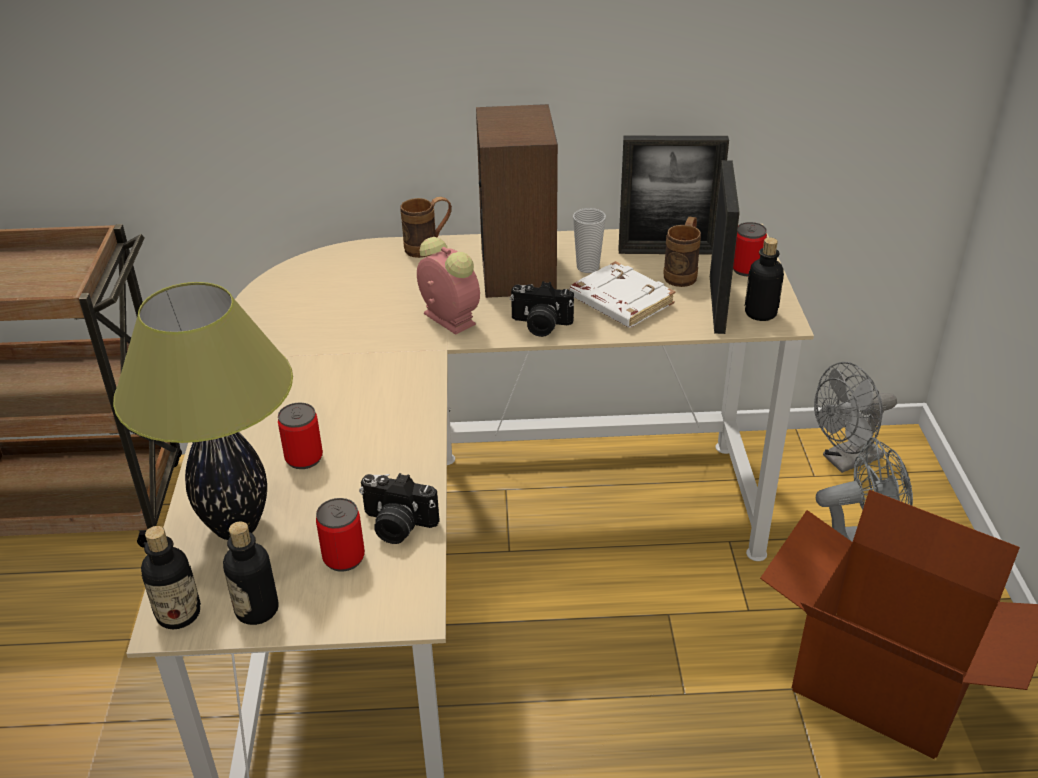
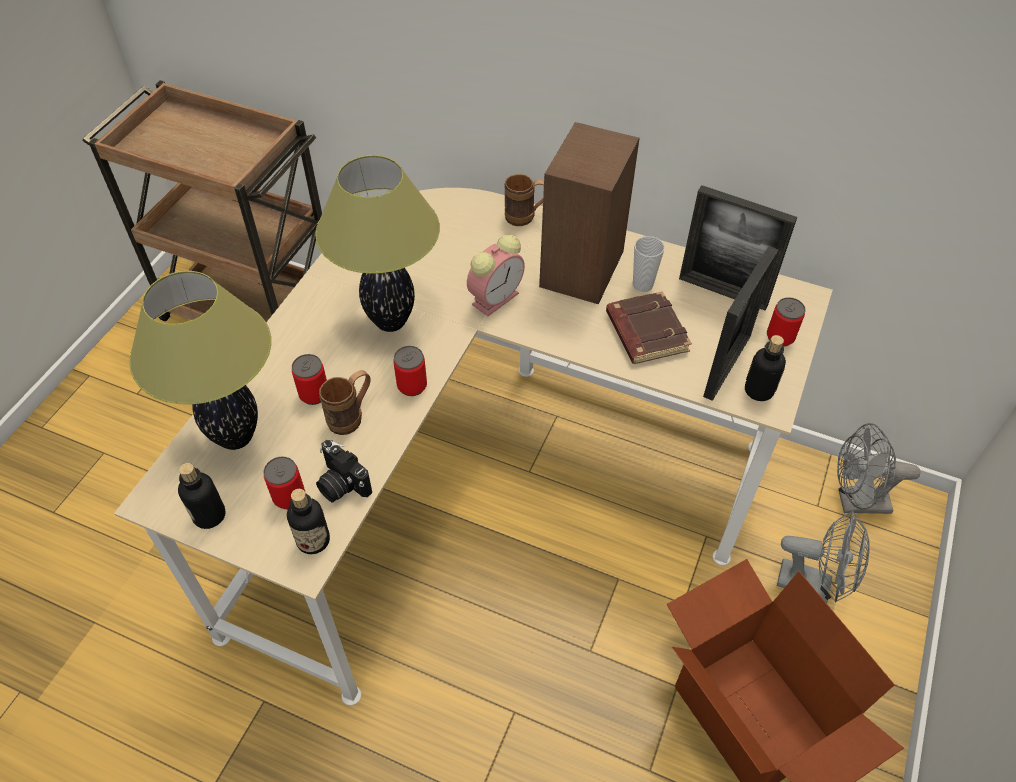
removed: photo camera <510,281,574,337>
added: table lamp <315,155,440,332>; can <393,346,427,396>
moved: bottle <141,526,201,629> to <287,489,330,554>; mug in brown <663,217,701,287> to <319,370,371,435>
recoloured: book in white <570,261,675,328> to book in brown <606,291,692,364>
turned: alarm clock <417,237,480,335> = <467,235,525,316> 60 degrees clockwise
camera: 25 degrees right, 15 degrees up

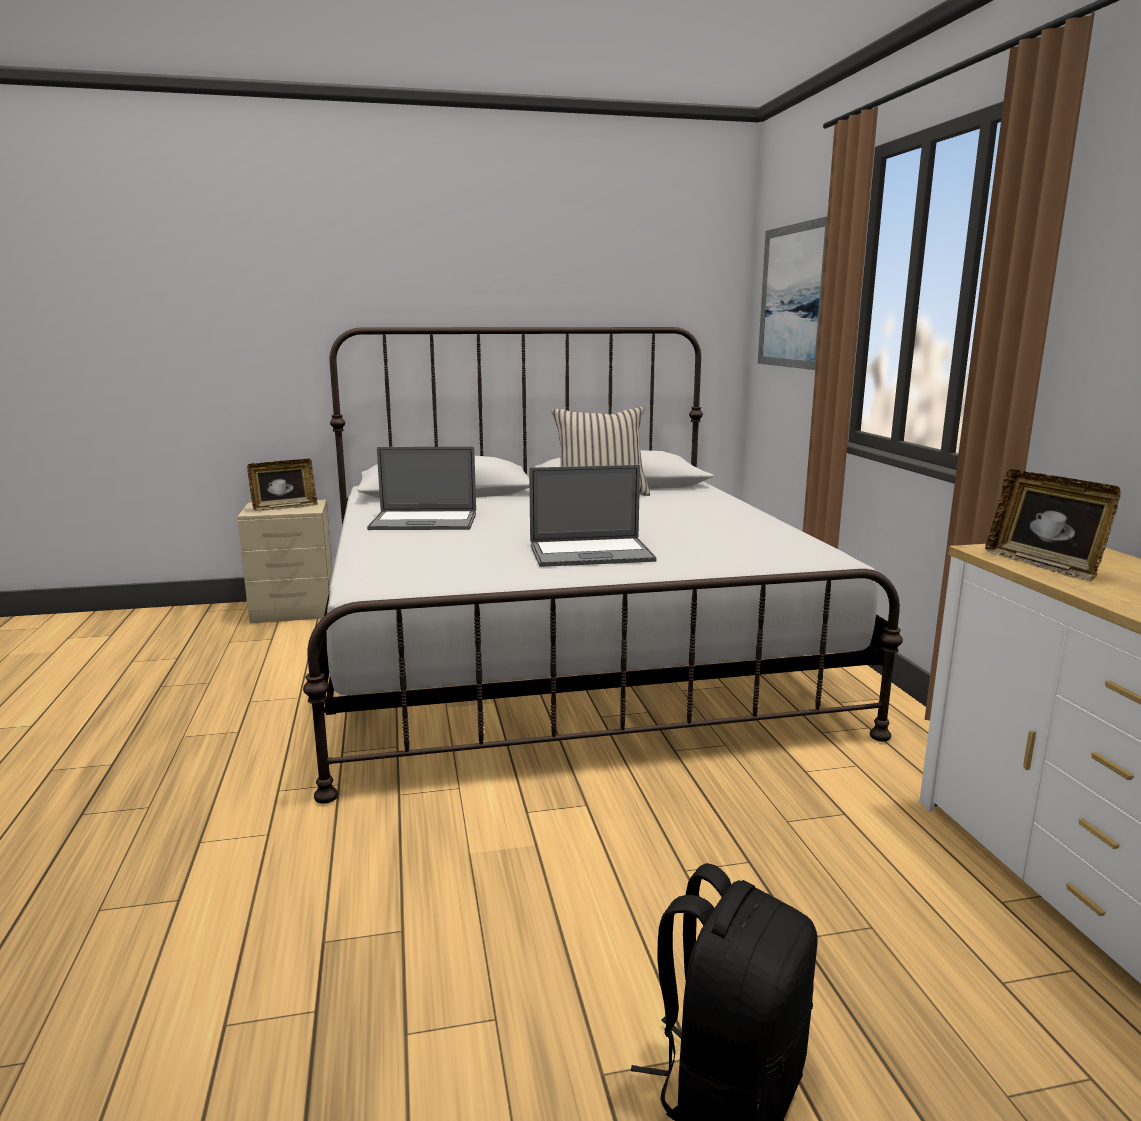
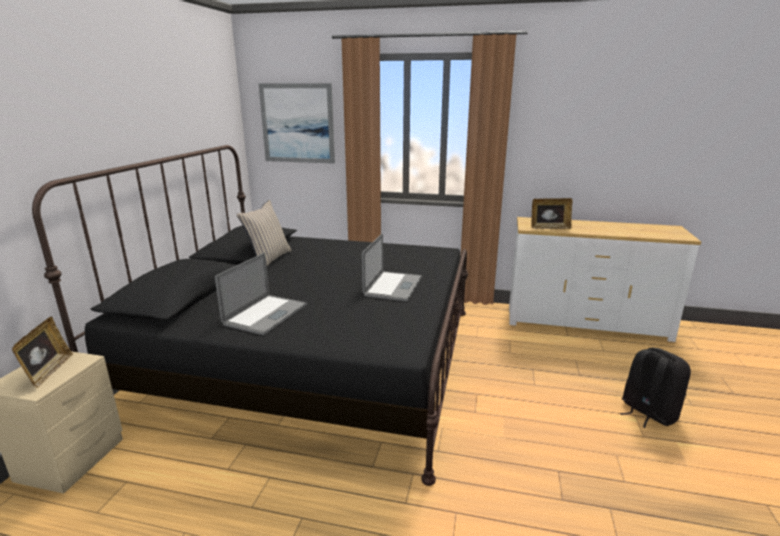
recoloured: bed in white <303,327,903,804> to bed in black <32,145,468,486>
camera: 65 degrees left, 5 degrees up

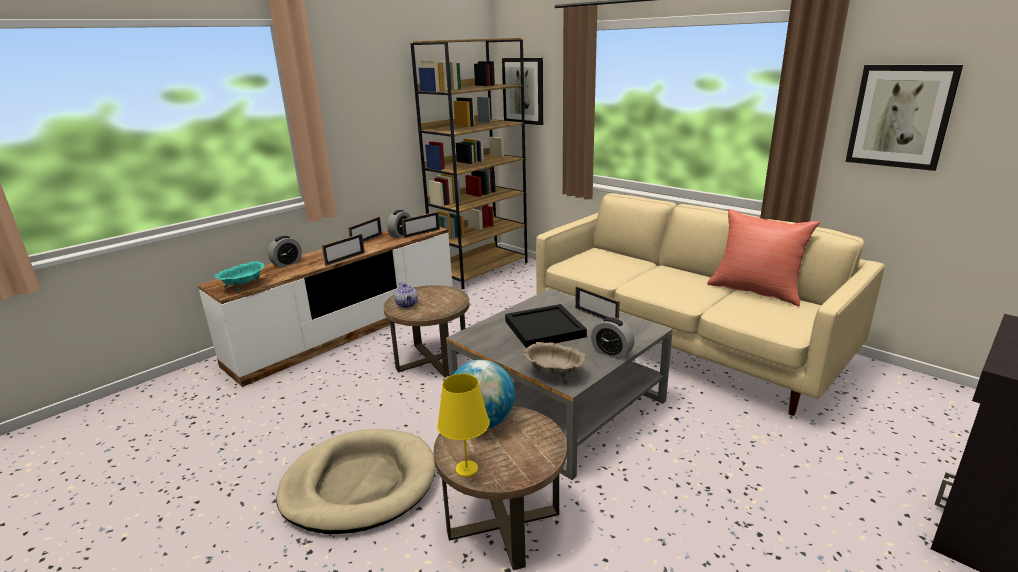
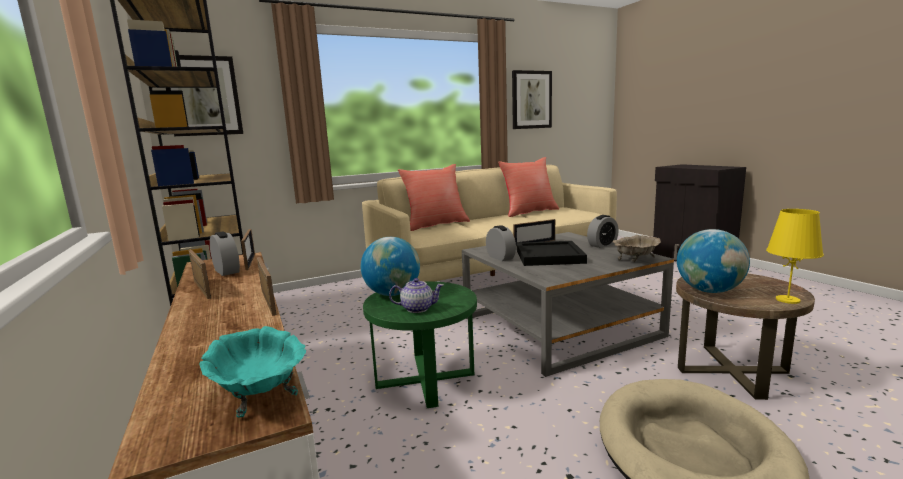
added: globe <361,237,420,296>; pillow in red <398,164,470,231>
moved: alarm clock <268,236,302,268> to <486,225,516,261>
recoloured: side table in brown <384,285,469,377> to side table in green <363,282,477,408>
camera: 70 degrees left, 10 degrees down

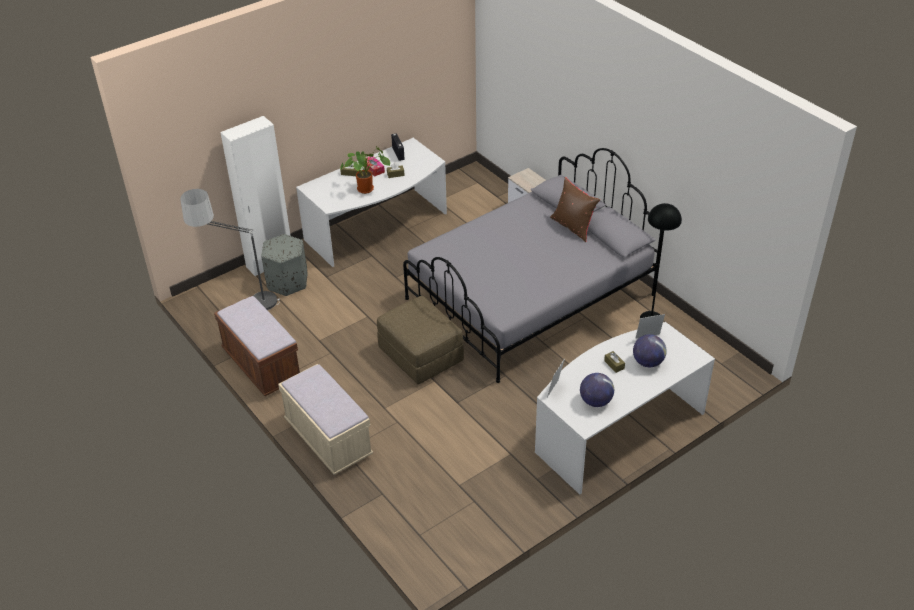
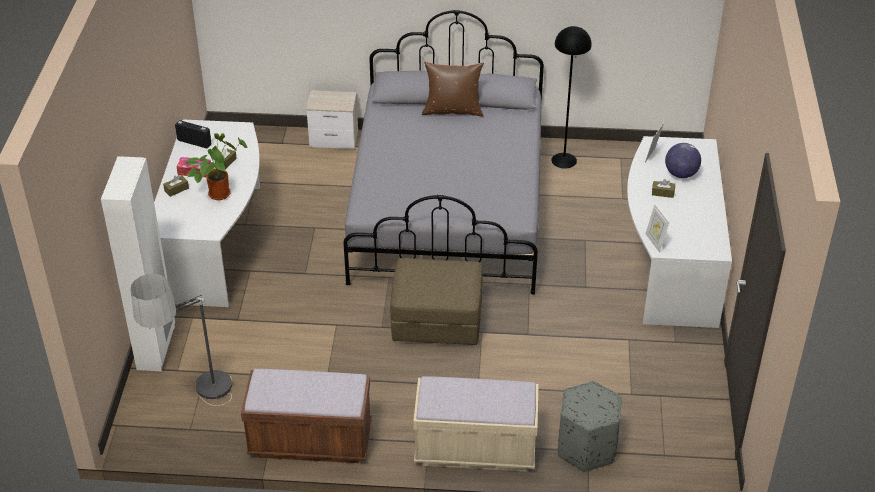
removed: globe <580,373,614,407>
moved: ottoman in grey <261,234,307,296> to <558,381,622,472>
camera: 50 degrees left, 0 degrees up

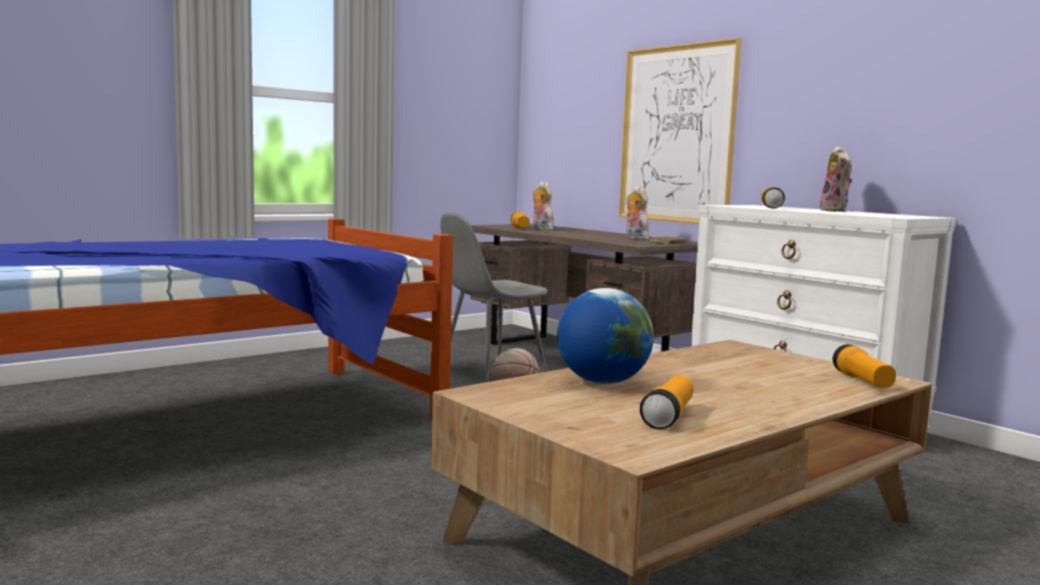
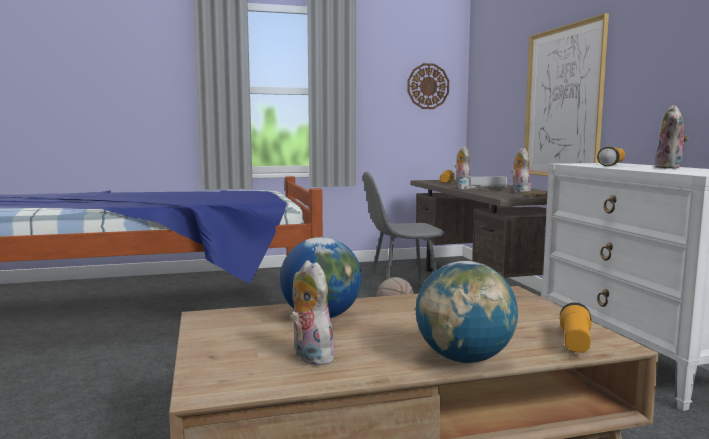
added: wall clock <407,63,449,109>; globe <416,261,518,363>; toy truck <459,176,507,190>
replaced: flashlight <640,376,693,429> to plush toy <290,260,335,366>
camera: 25 degrees right, 0 degrees up

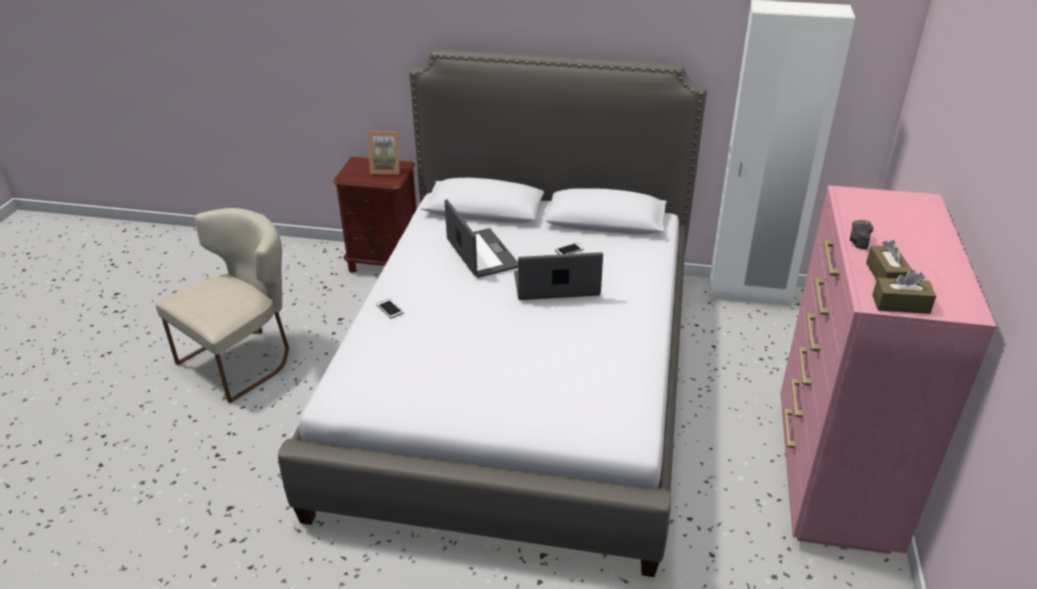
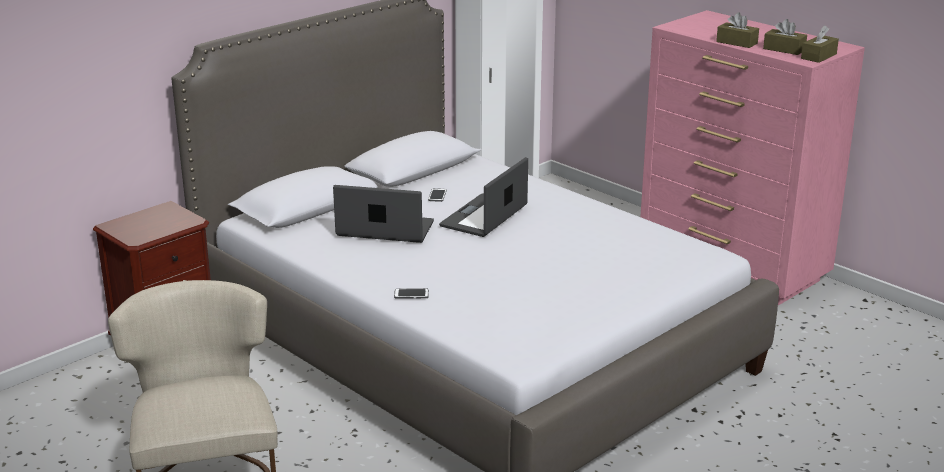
removed: picture frame <368,131,400,175>
replaced: photo camera <850,220,874,250> to tissue box in brown <716,13,759,48>
camera: 55 degrees left, 10 degrees down

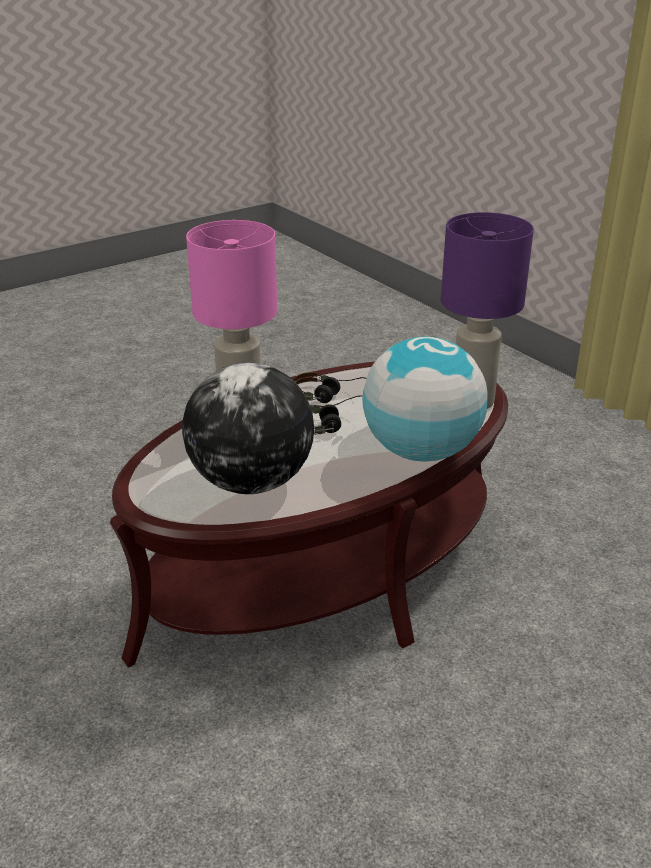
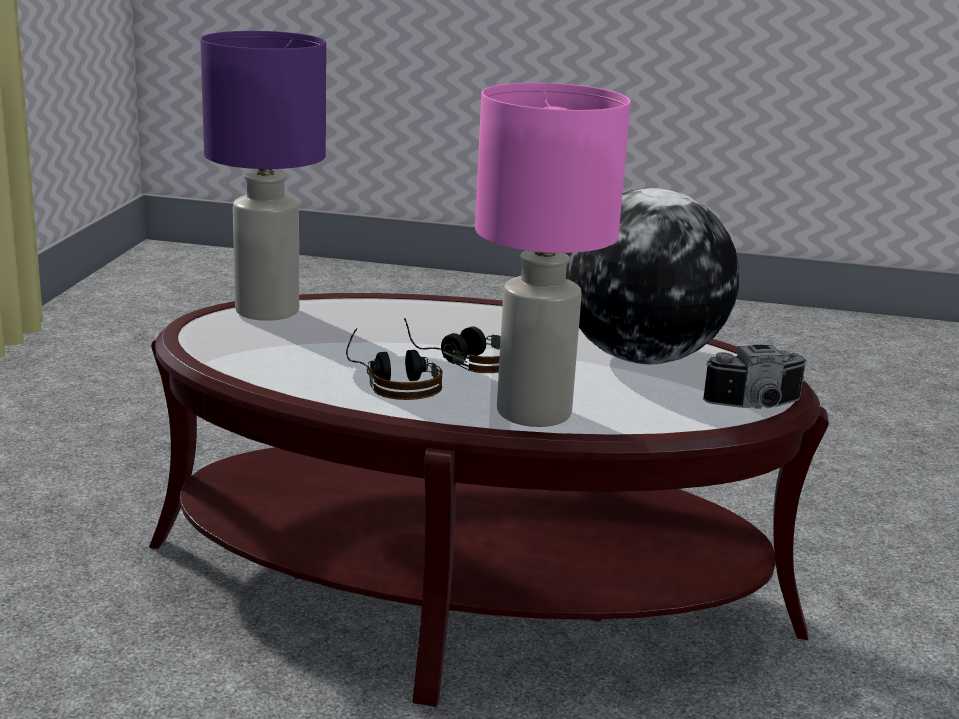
removed: globe <362,337,488,462>
added: photo camera <703,345,807,409>
camera: 135 degrees left, 10 degrees down

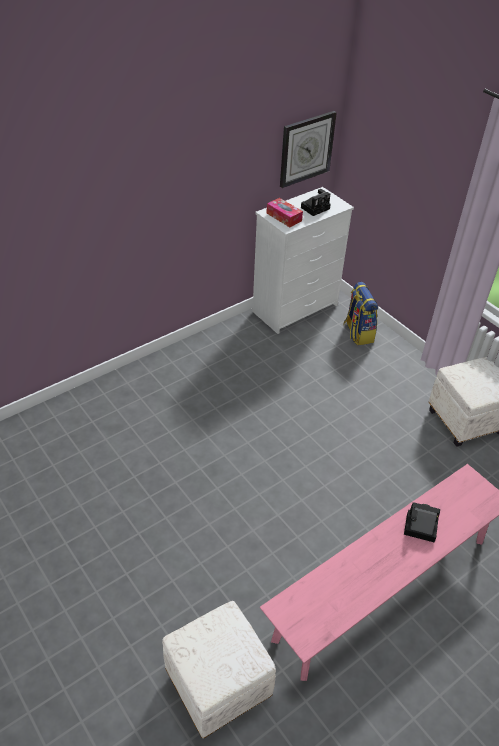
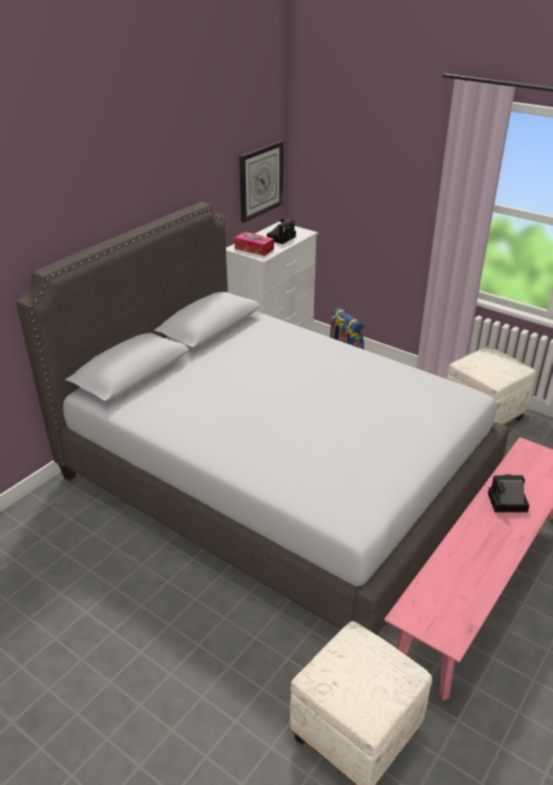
added: bed in grey <16,202,509,635>
camera: 15 degrees left, 10 degrees down

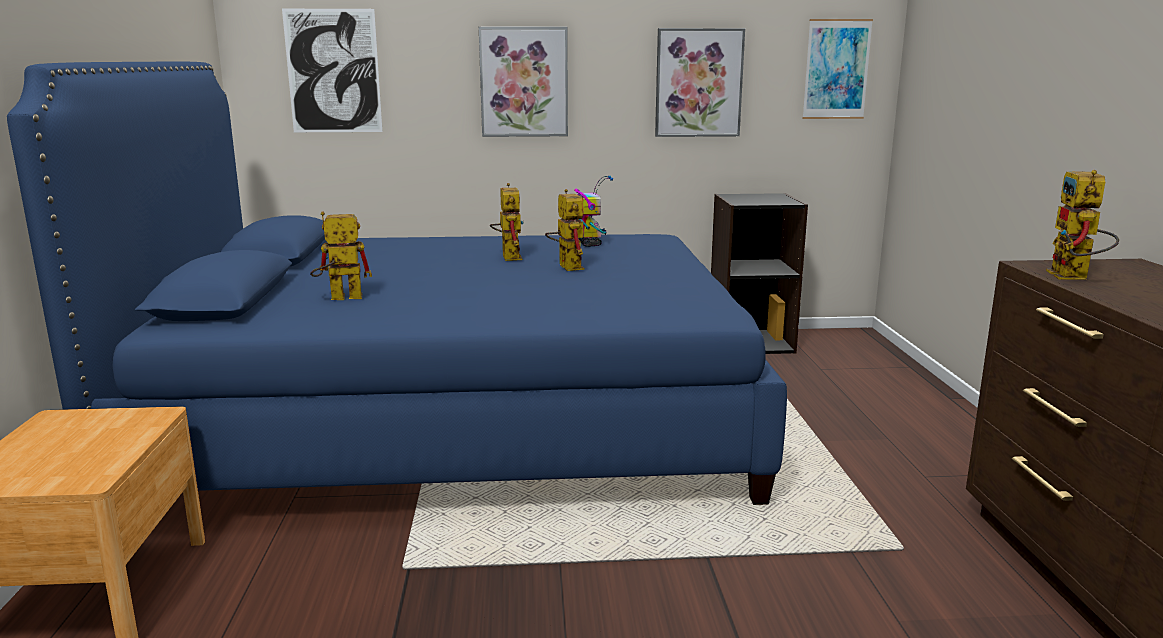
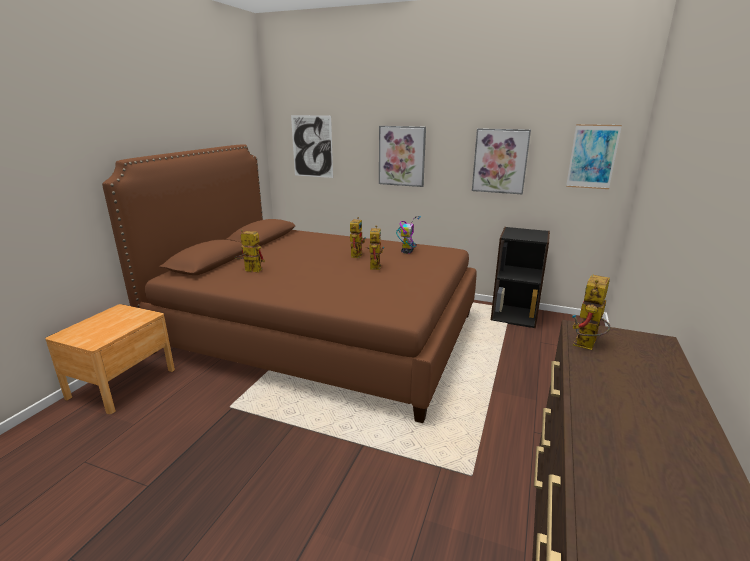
recoloured: bed in blue <7,61,787,505> to bed in brown <102,144,476,423>
camera: 25 degrees right, 5 degrees up

